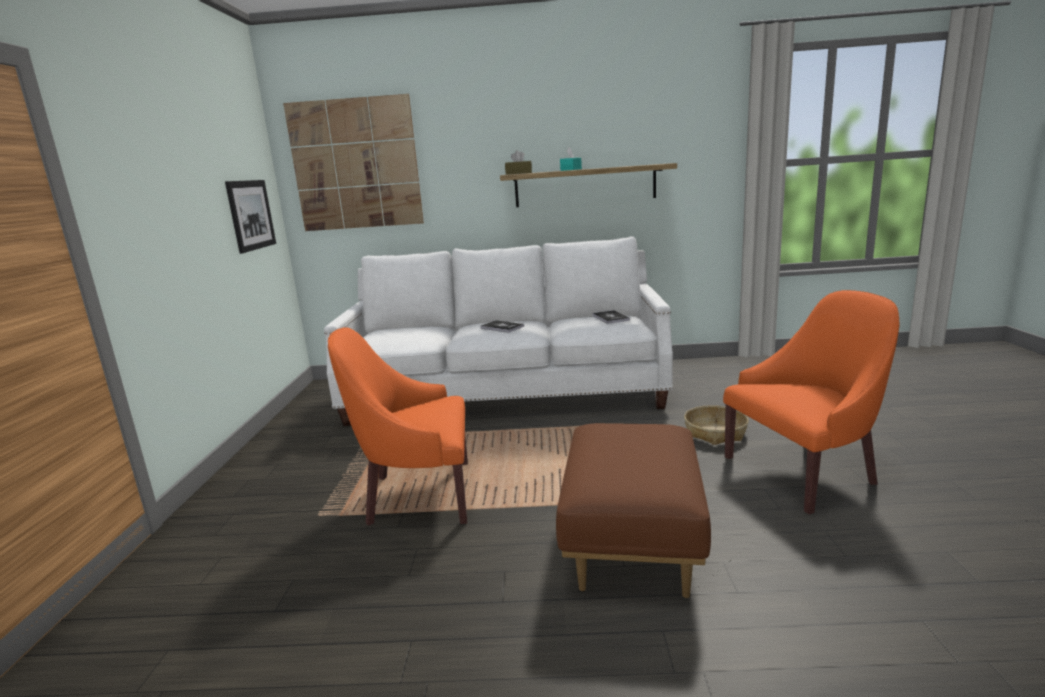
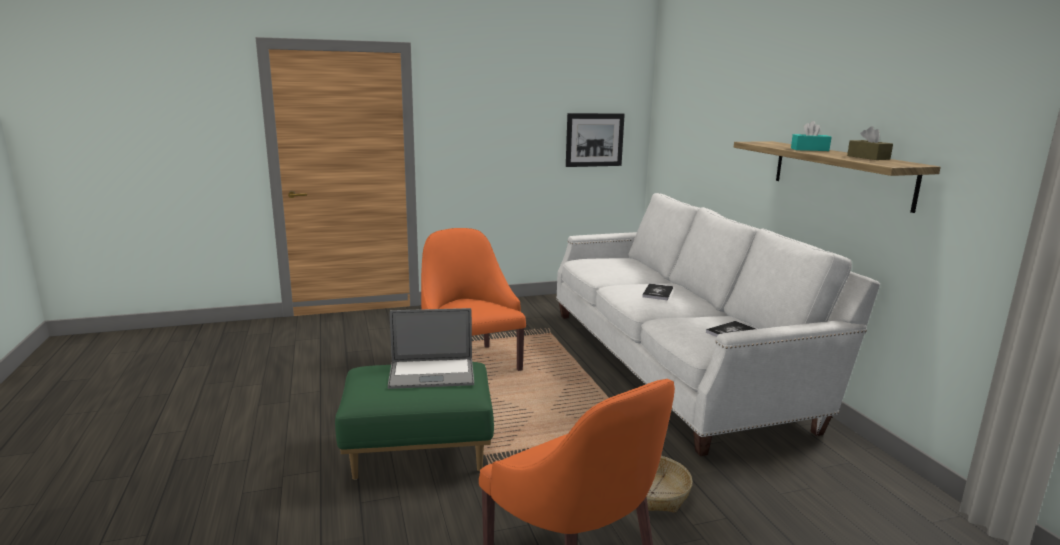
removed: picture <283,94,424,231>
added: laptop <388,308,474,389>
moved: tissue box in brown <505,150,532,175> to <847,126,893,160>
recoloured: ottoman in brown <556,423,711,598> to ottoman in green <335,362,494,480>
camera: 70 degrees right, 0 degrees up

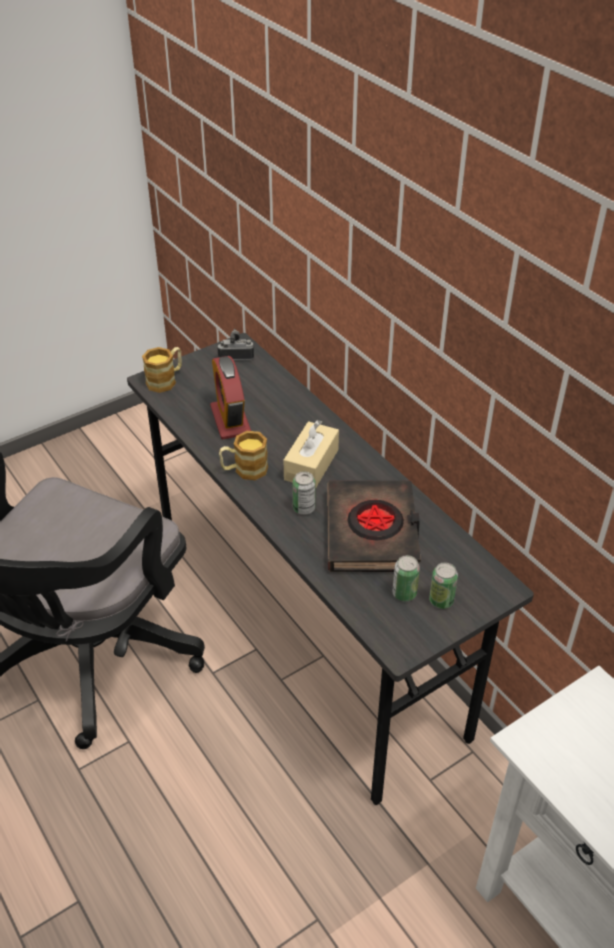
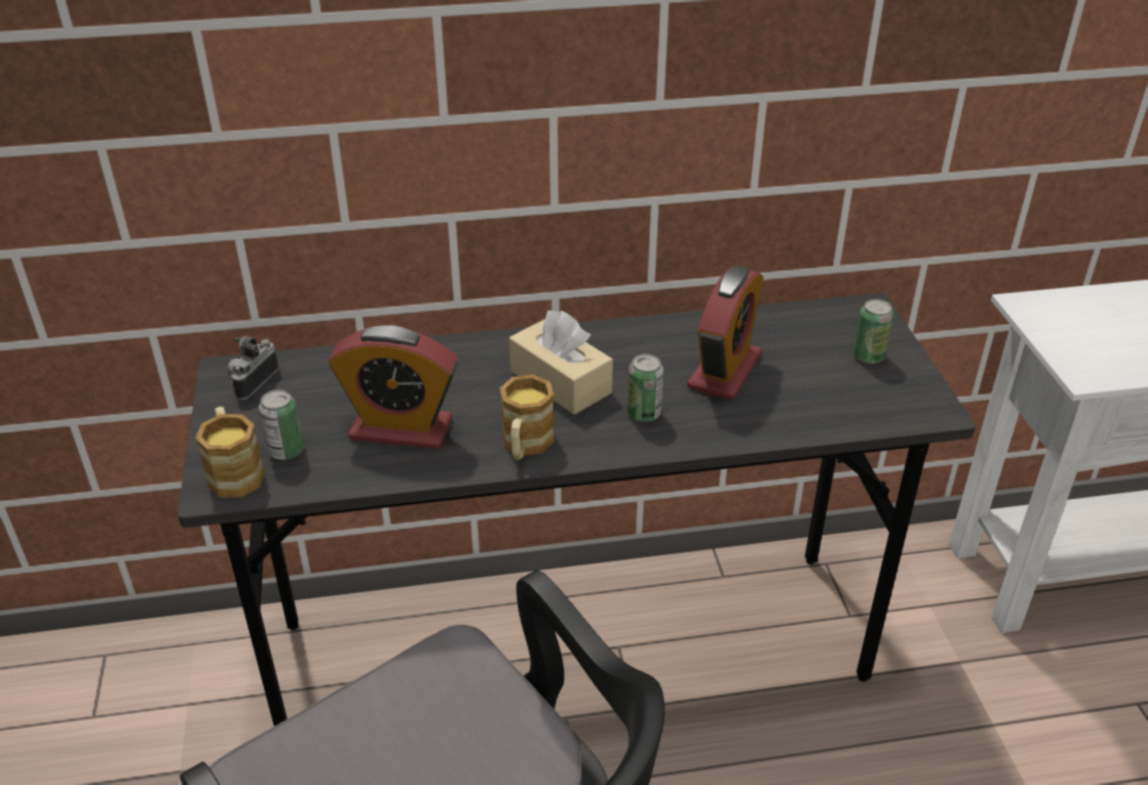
moved: can <393,555,420,601> to <259,389,304,460>
replaced: book in black <327,481,421,572> to alarm clock <687,266,764,400>
camera: 65 degrees left, 5 degrees down

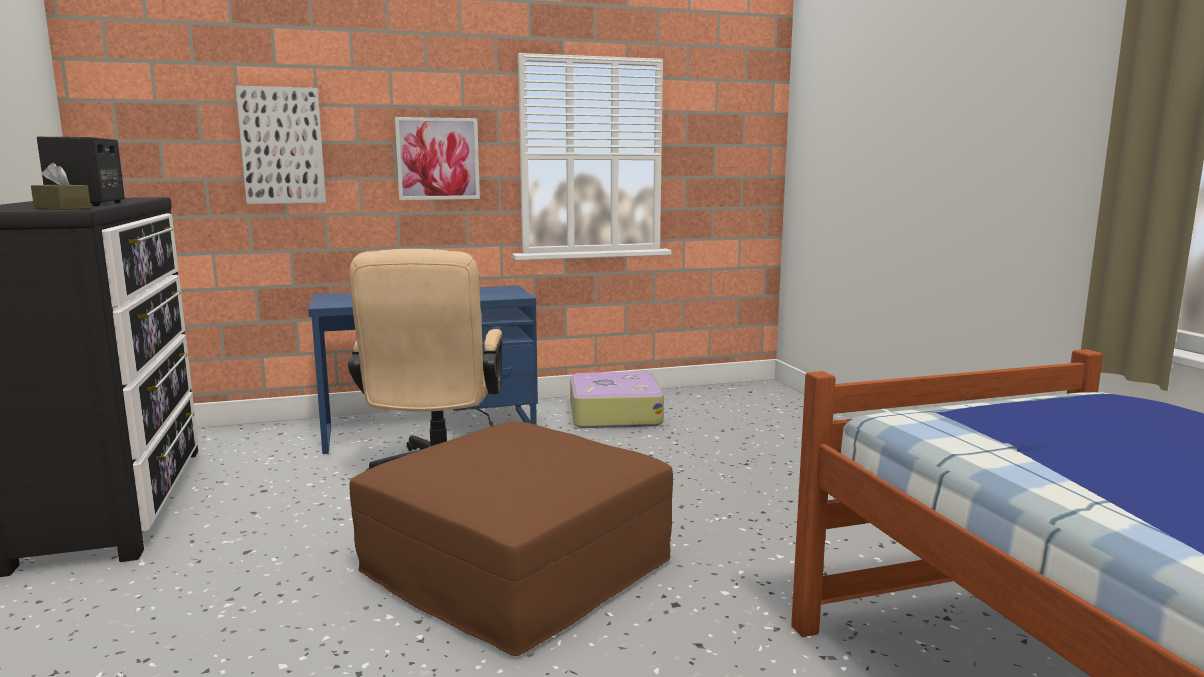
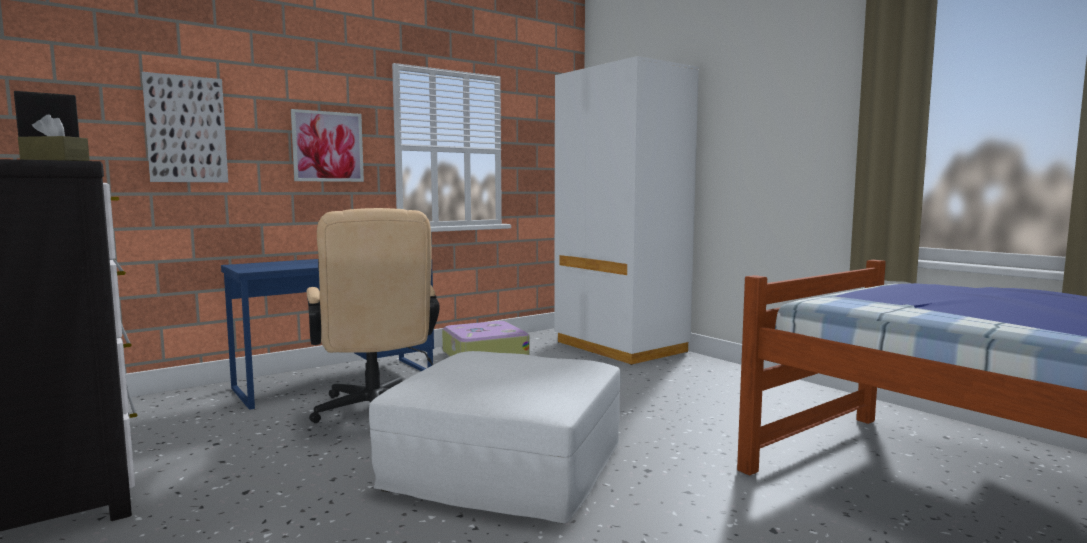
added: wardrobe in white <554,56,699,365>
recoloured: ottoman in brown <350,421,673,656> to ottoman in white <369,351,620,524>
camera: 20 degrees left, 5 degrees down

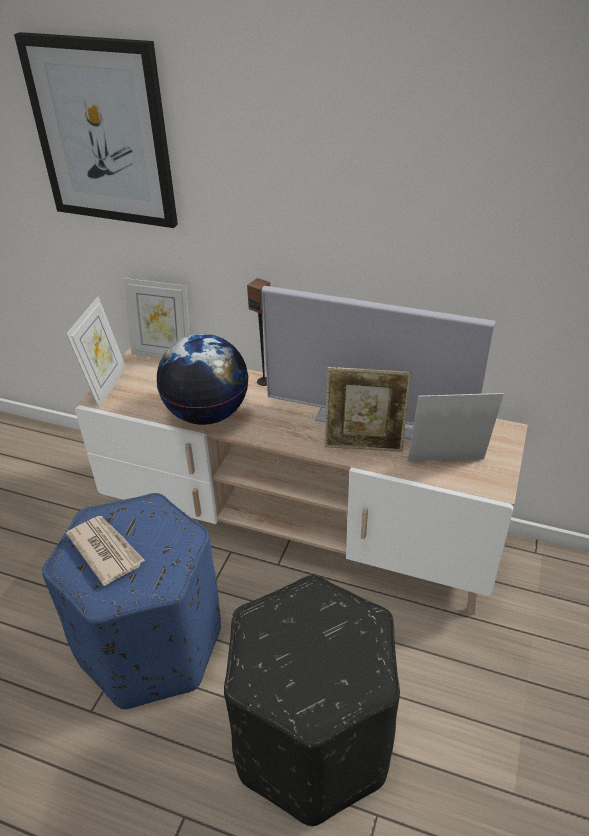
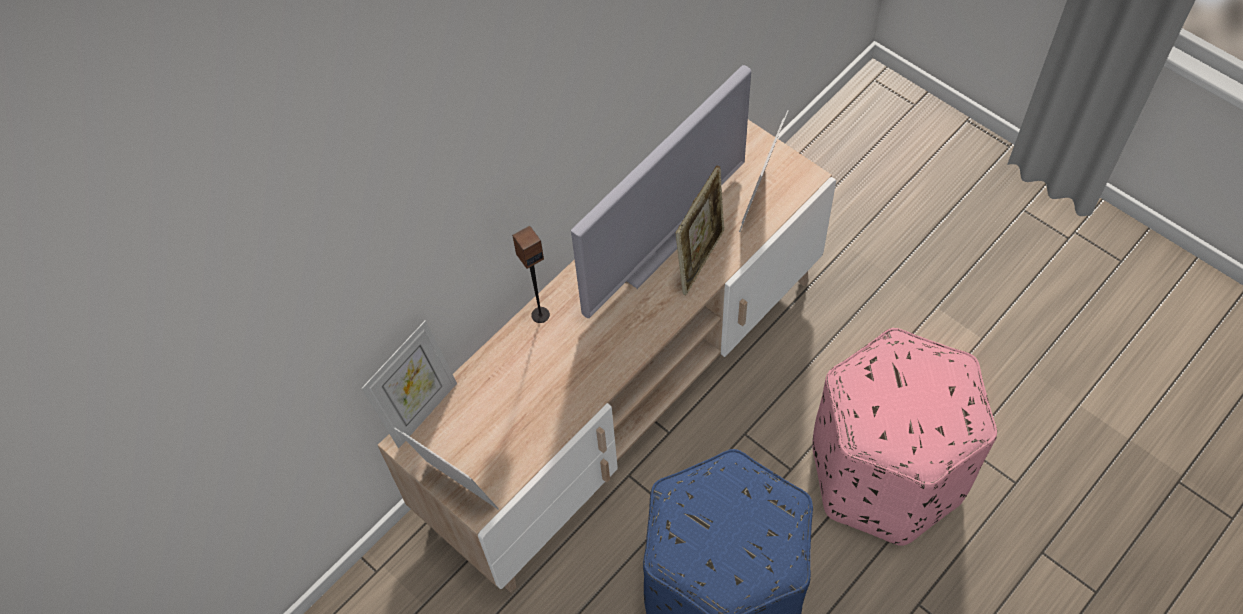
removed: picture <14,32,178,228>; newspaper <66,516,145,586>; globe <157,334,249,425>
recoloured: ottoman in black <224,575,400,826> to ottoman in pink <812,328,997,546>
camera: 65 degrees left, 20 degrees up

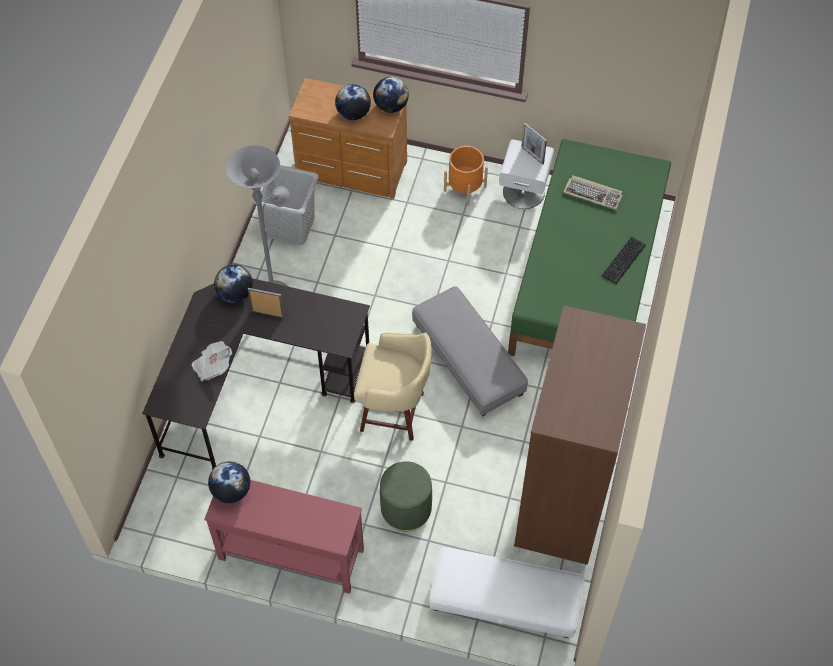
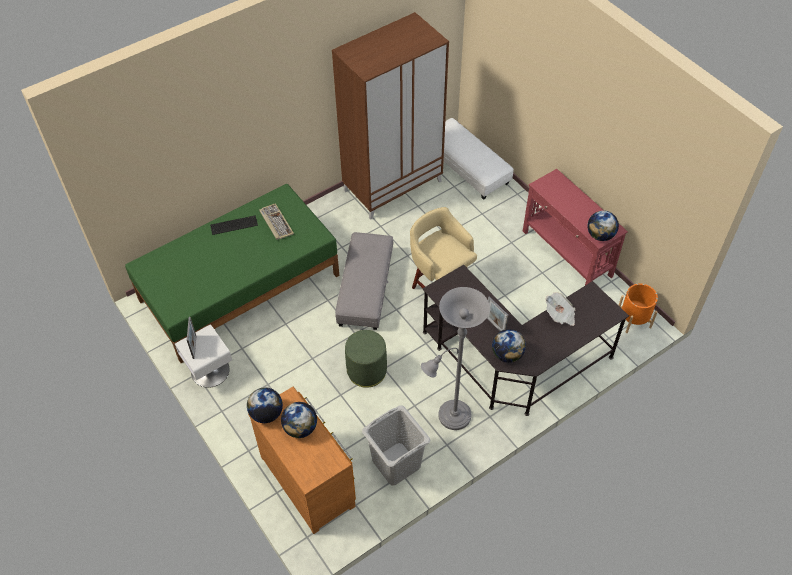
moved: keyboard <563,175,622,210> to <259,203,294,240>; ottoman in green <380,461,432,531> to <345,330,387,388>; planter in orange <444,146,488,206> to <618,284,658,333>
camera: 140 degrees left, 5 degrees down

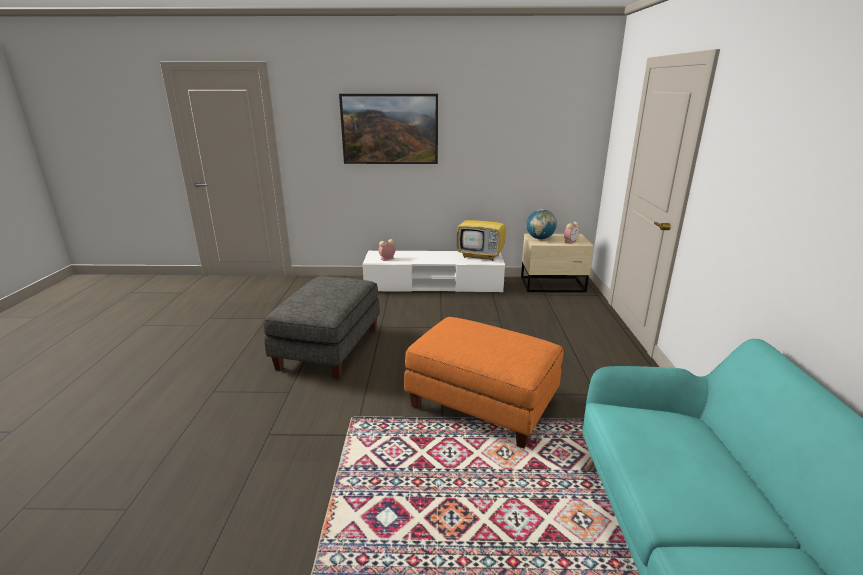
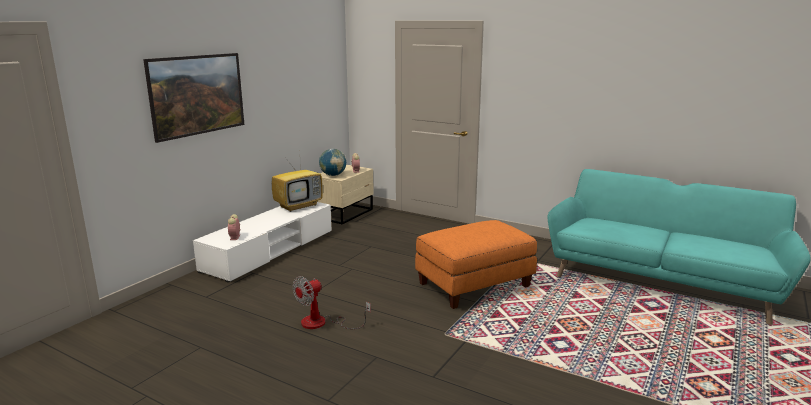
replaced: ottoman in grey <263,276,380,379> to fan <292,276,371,329>
camera: 60 degrees left, 5 degrees down

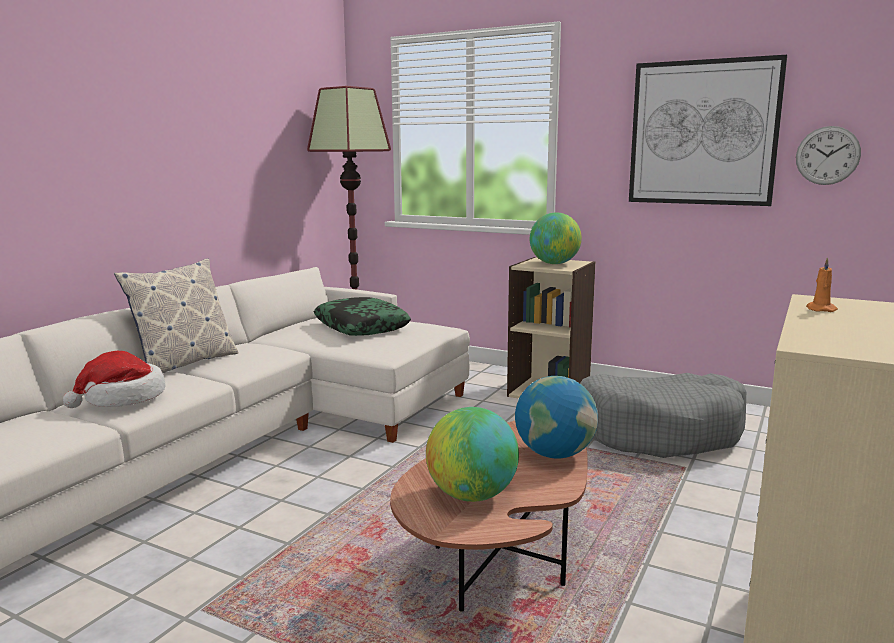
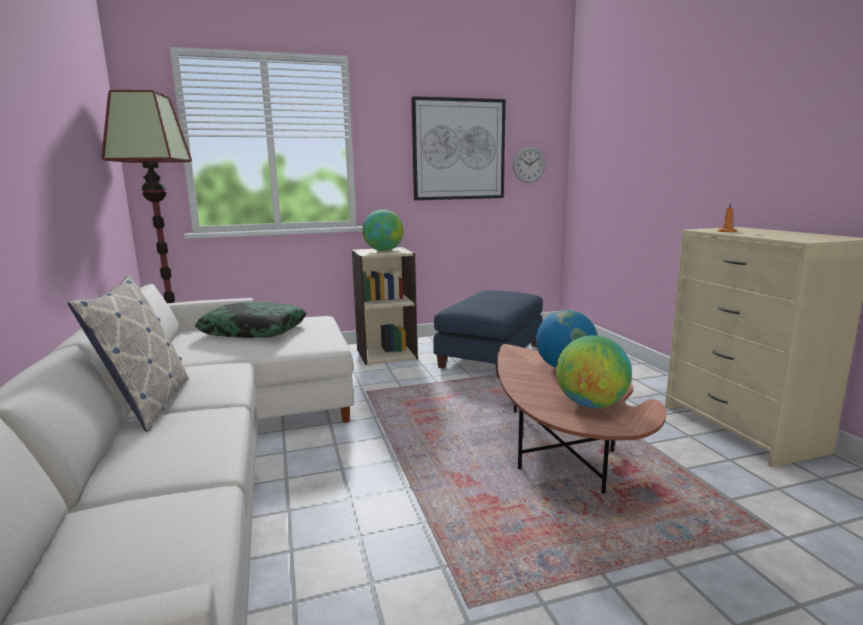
removed: hat <63,351,166,408>
replaced: dog bed in grey <580,373,746,458> to ottoman in blue <433,290,543,377>
camera: 45 degrees left, 0 degrees up

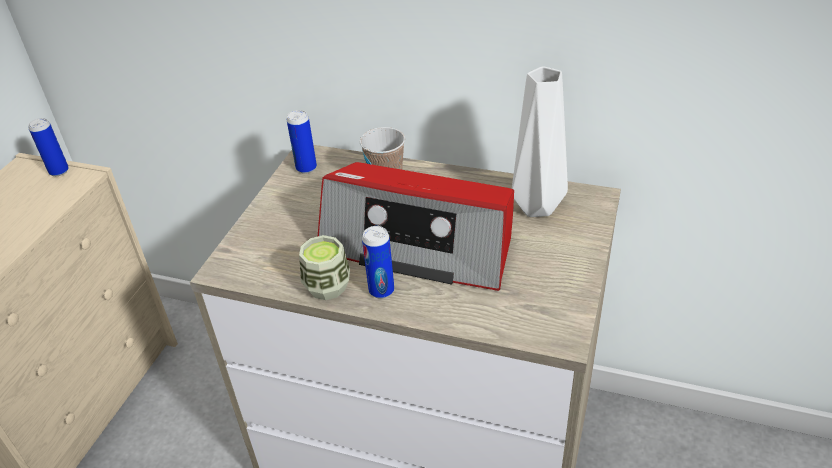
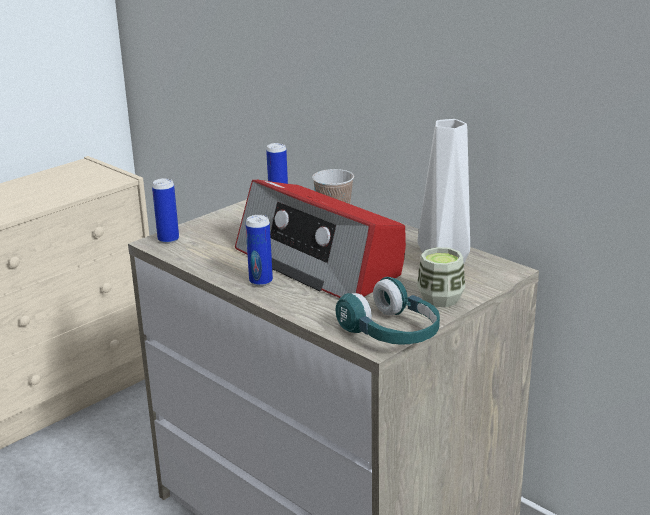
added: headphones in turquoise <336,277,440,345>
moved: can <28,118,69,176> to <152,178,179,244>; cup <299,235,350,300> to <417,247,465,307>
camera: 25 degrees right, 15 degrees down

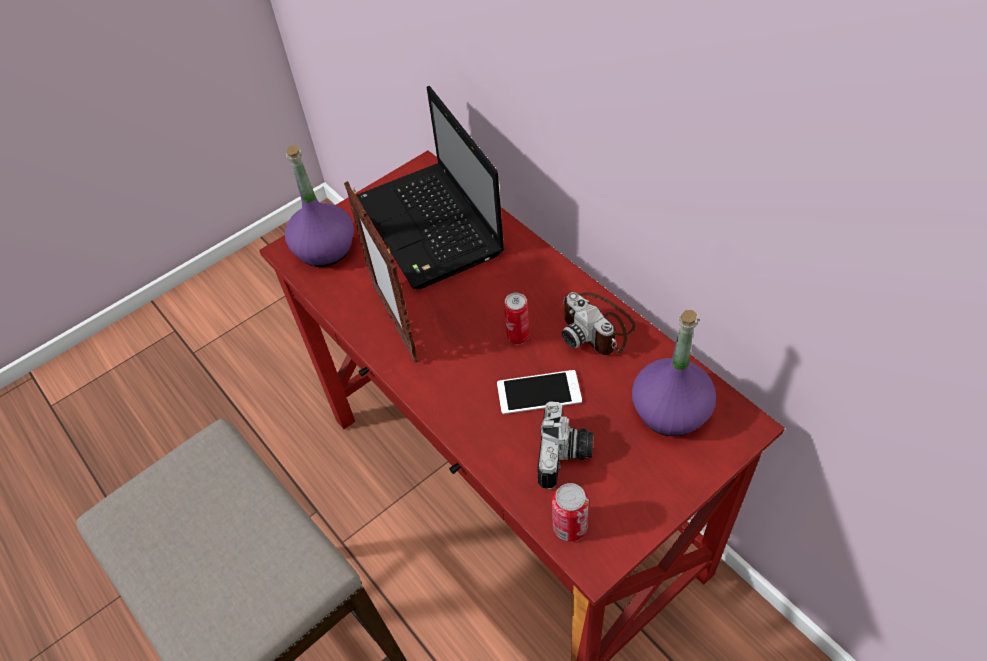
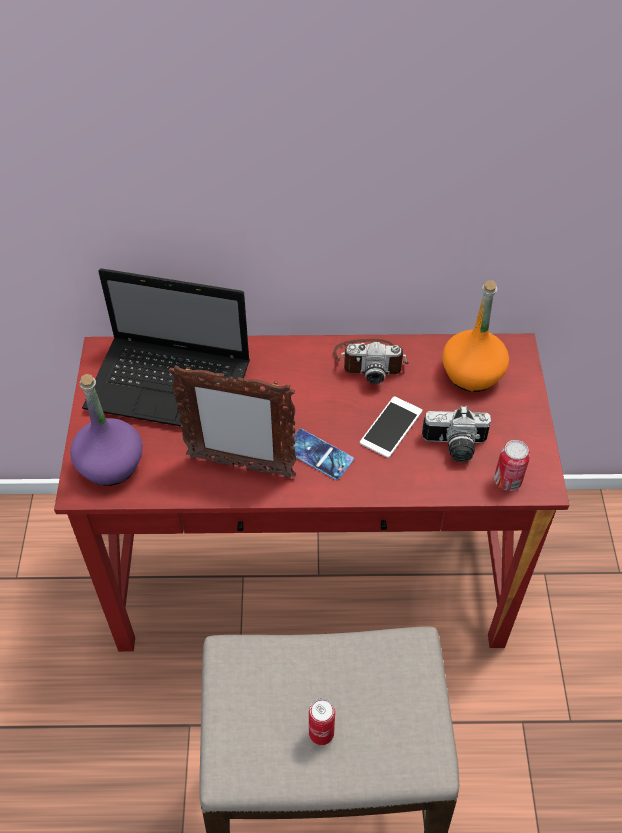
added: phone <293,429,354,480>
moved: can <504,292,529,344> to <309,698,335,745>
recoloured: bottle in purple <632,310,716,436> to bottle in orange <442,280,509,392>
turned: photo camera <537,401,594,489> = <422,406,491,462> 135 degrees clockwise
camera: 55 degrees left, 0 degrees up

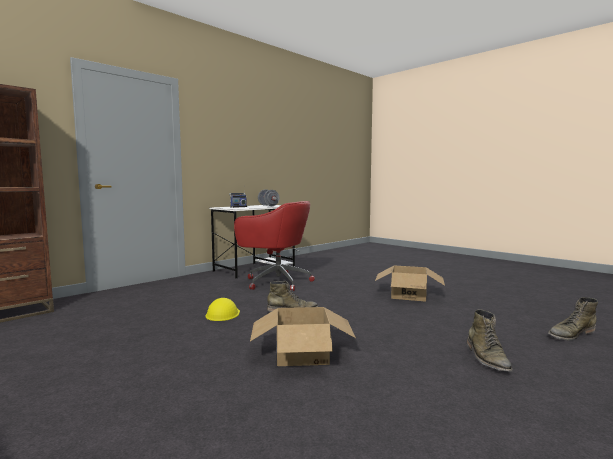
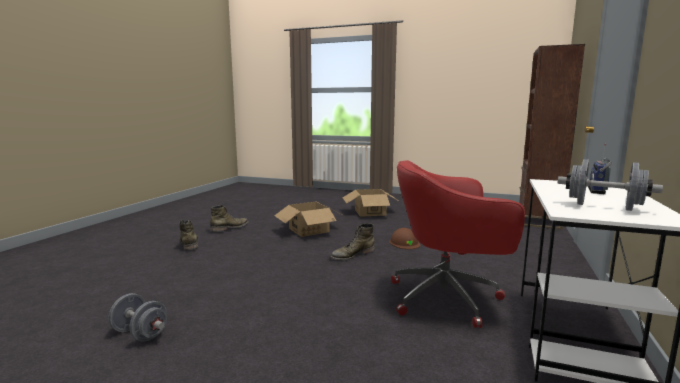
added: dumbbell in grey <108,293,167,341>
moved: boot in green <548,297,598,341> to <210,205,249,232>; cardboard box <375,265,445,302> to <343,189,400,217>
recoloured: hard hat in yellow <205,298,240,321> to hard hat in brown <389,228,420,249>
camera: 155 degrees right, 5 degrees up

